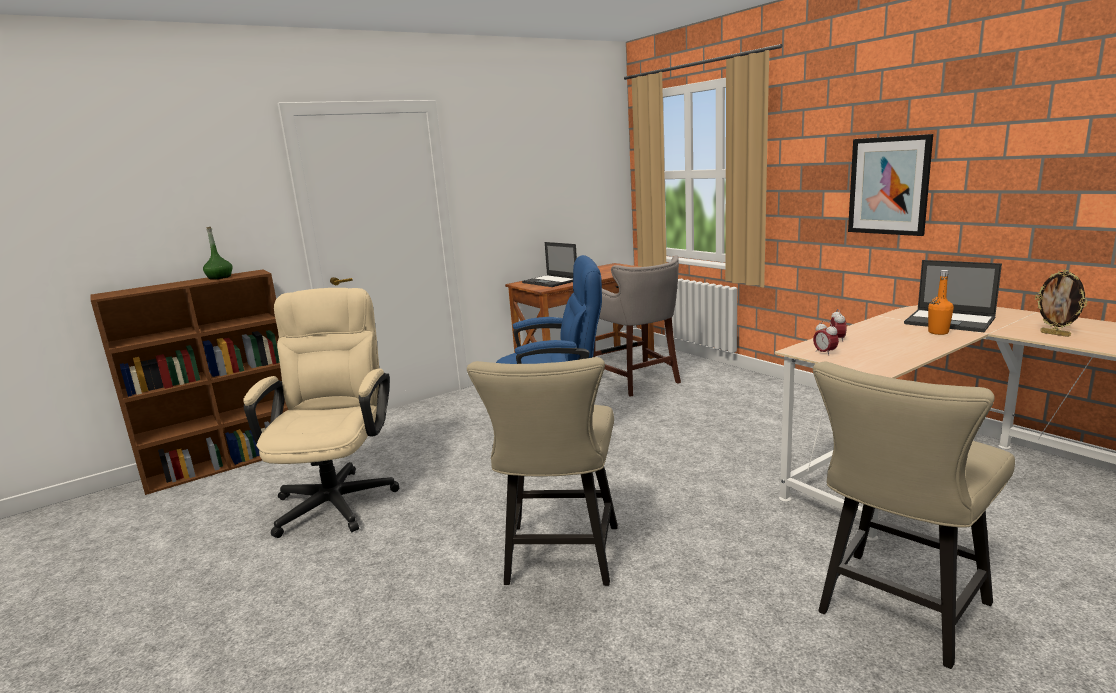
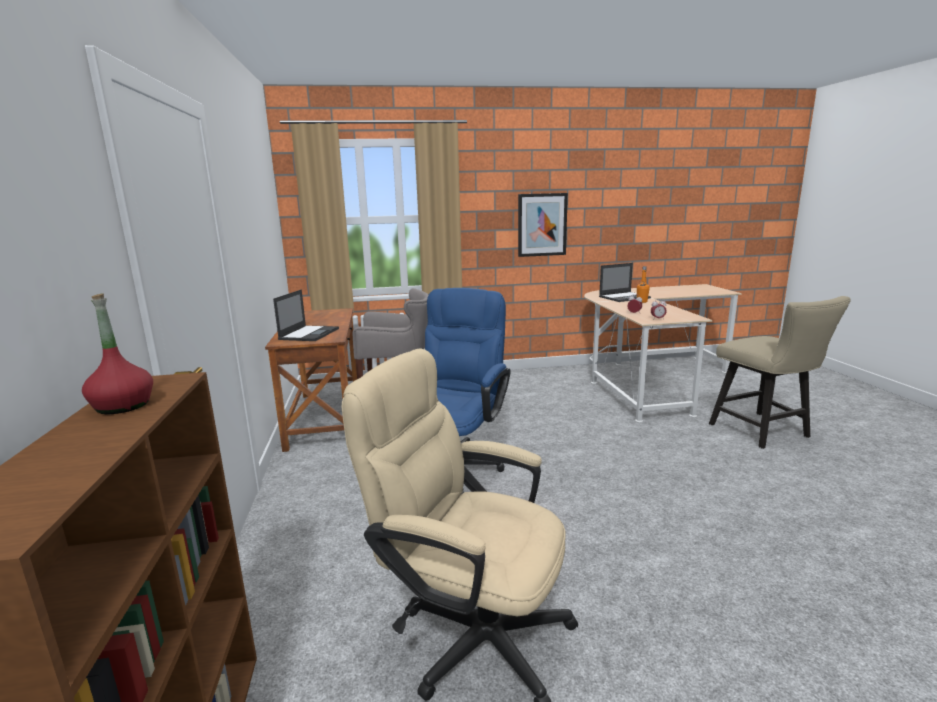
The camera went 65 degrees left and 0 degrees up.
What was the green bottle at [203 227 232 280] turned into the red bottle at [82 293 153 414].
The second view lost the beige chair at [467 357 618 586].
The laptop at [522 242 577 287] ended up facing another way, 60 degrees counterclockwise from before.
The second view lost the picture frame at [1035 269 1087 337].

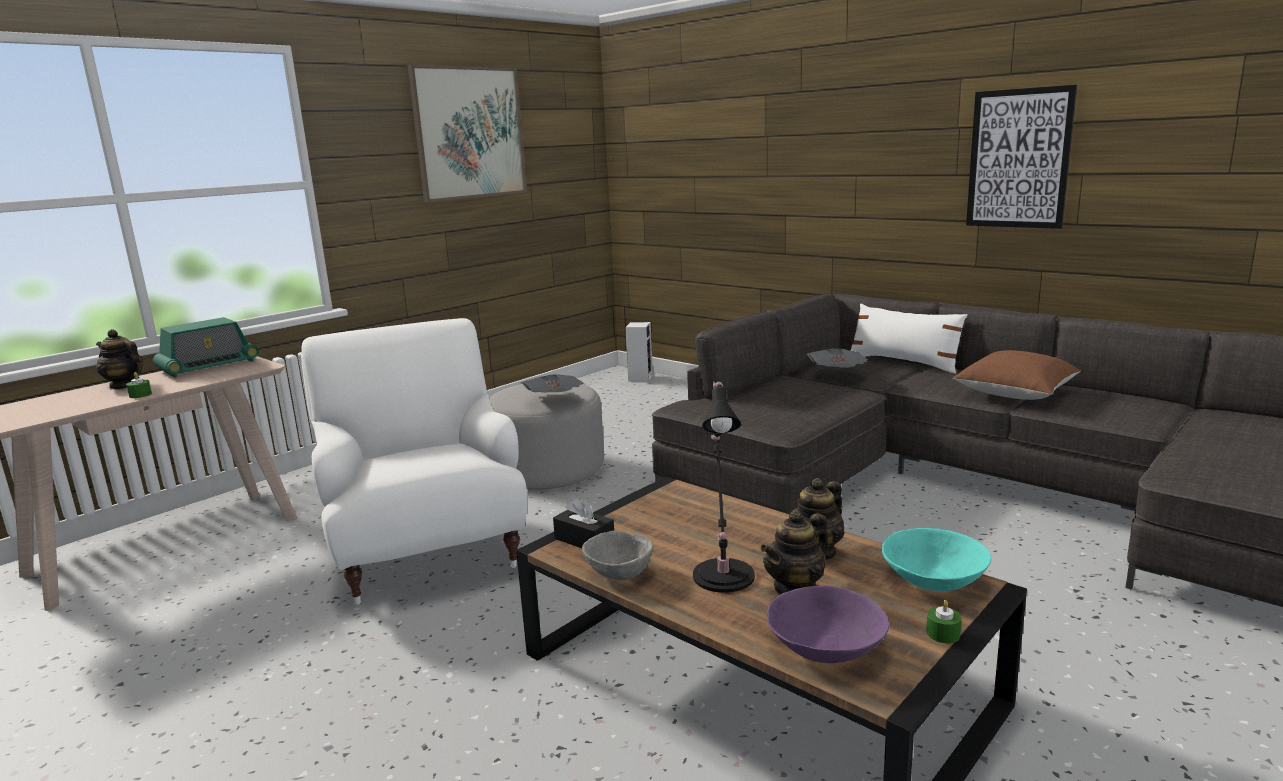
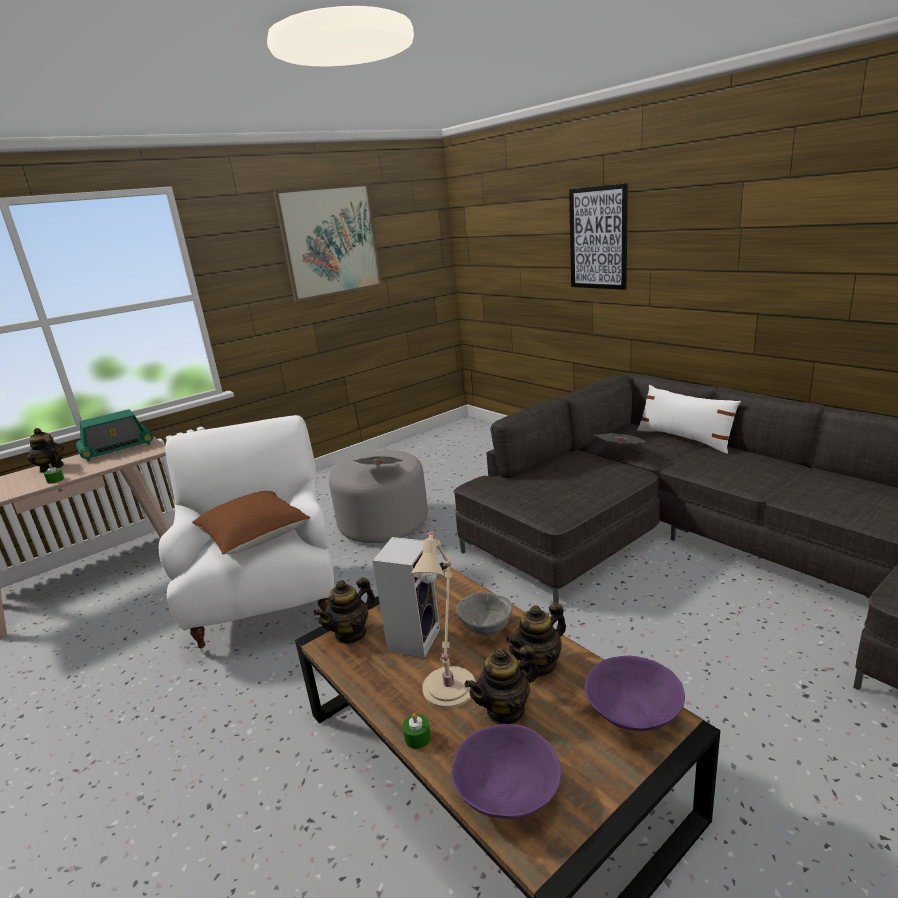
The camera went 10 degrees right and 5 degrees up.
Where the black tissue box stood at [553 497 614 548], the teapot came to stand at [313 577 376 645].
The grey bowl ended up elsewhere, having gone from [582 531 654 580] to [456 592 513 636].
The speaker ended up elsewhere, having gone from [625 322 653 382] to [372 537 440 658].
What was the black table lamp at [693 381 755 593] turned into the beige table lamp at [410 530 476 708].
What was the turquoise bowl at [882 528 991 591] turned into the purple bowl at [585 656 685 731].
The green candle ended up elsewhere, having gone from [926 600 962 643] to [403 713 431 749].
The brown pillow ended up elsewhere, having gone from [953 350 1081 400] to [192 491 311 555].
The picture ended up elsewhere, having gone from [966 85 1077 229] to [569 183 628 290].

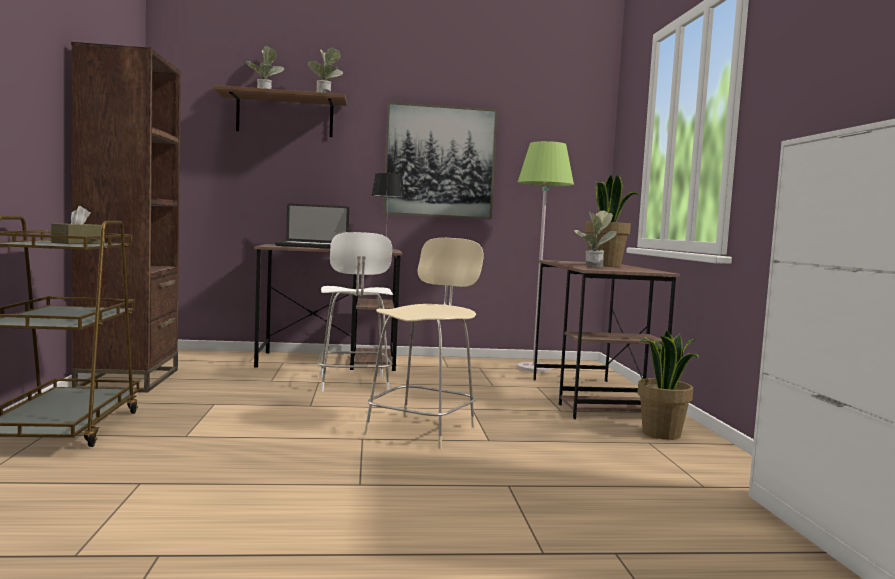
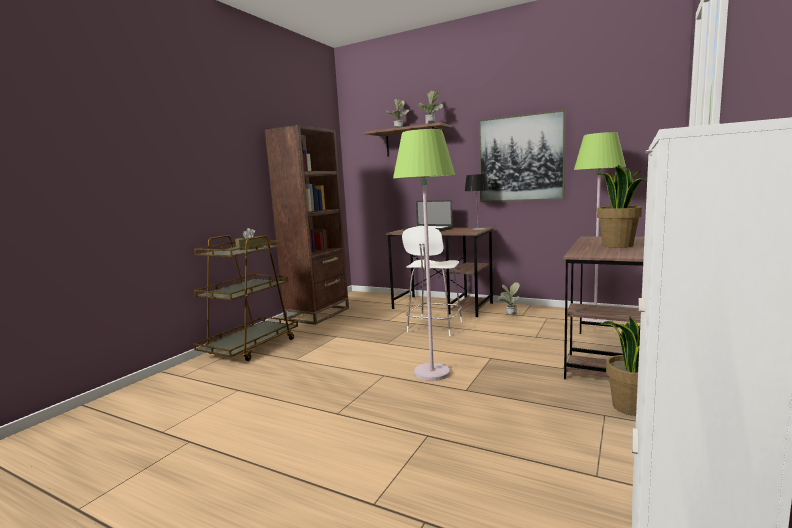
The camera went 35 degrees right and 5 degrees up.
Where the beige chair stood at [364 238 484 449], the green floor lamp came to stand at [393 129 455 381].
The potted plant ended up elsewhere, having gone from [574 210 617 268] to [498 283 520 315].

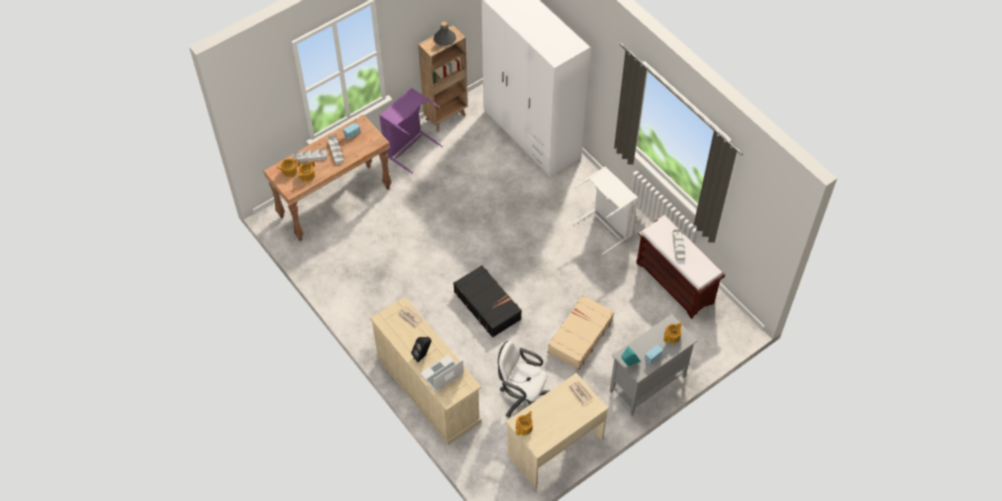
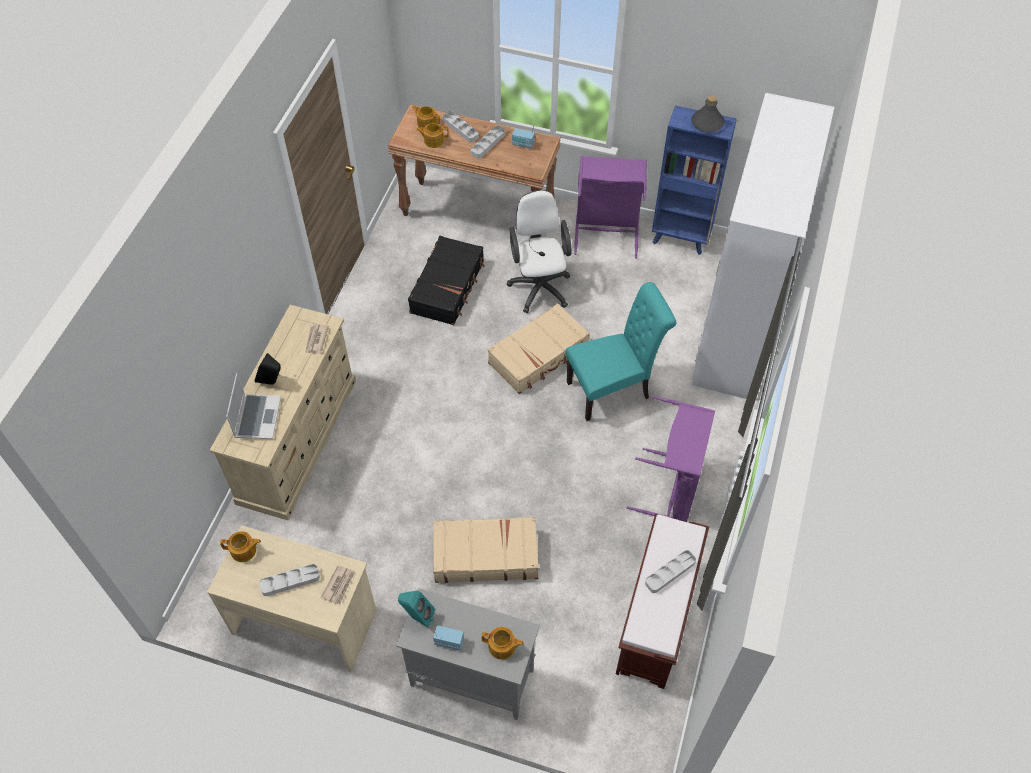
The camera went 55 degrees right and 0 degrees up.
What was the brown bookcase at [418 25 468 132] turned into the blue bookcase at [652 105 737 255].
The laptop at [420 354 464 392] ended up facing another way, 75 degrees clockwise from before.
The black suitcase ended up elsewhere, having gone from [453 265 522 338] to [408 236 485 325].
The white office chair ended up elsewhere, having gone from [498 341 549 418] to [507 190 571 313].
What was the white laundry basket at [572 166 638 255] turned into the purple laundry basket at [626 396 715 522].
The second view gained the grey tray at [259 564 320 596].
The second view gained the beige suitcase at [488 303 590 394].
The second view gained the turquoise chair at [566 282 676 421].

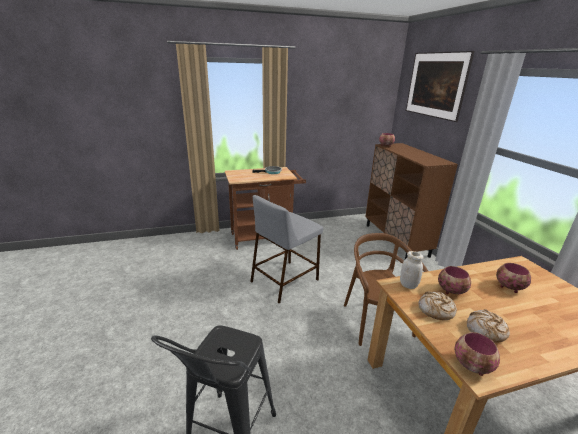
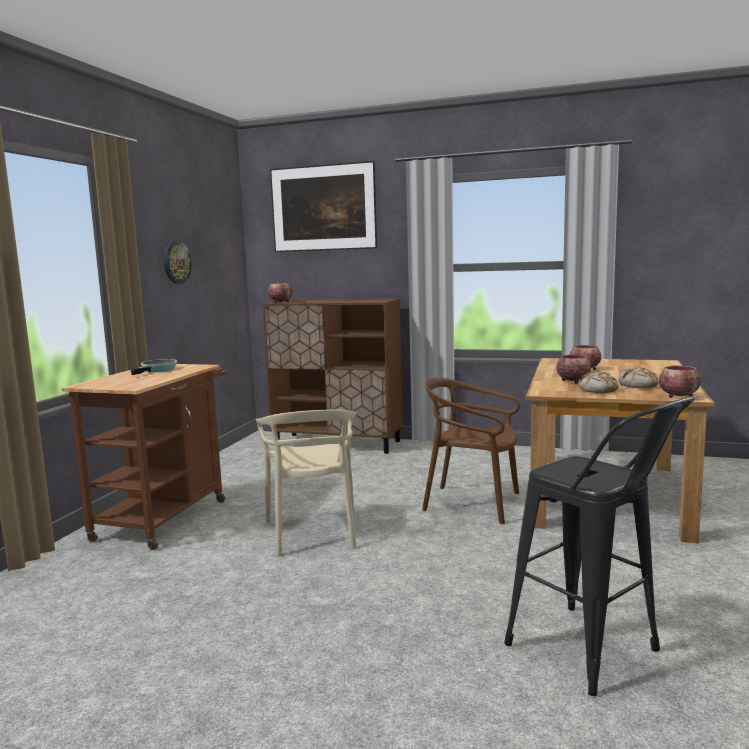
The camera went 55 degrees left and 15 degrees down.
Where the grey stool stood at [250 195 323 303], the beige chair came to stand at [256 409 357 556].
The second view lost the white jar at [400 251 423 289].
The second view gained the wall clock at [164 241 192 284].

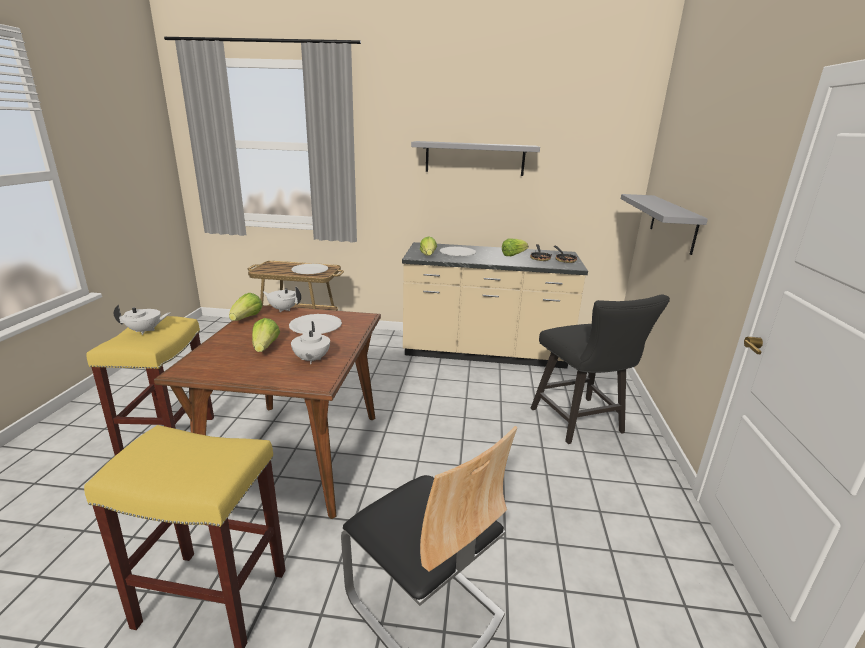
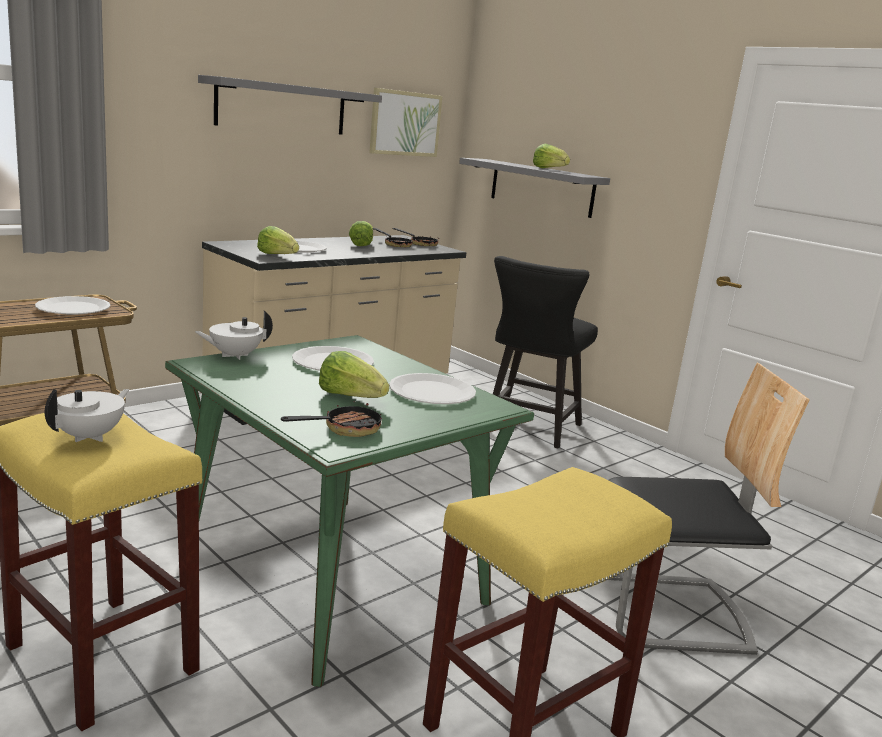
The camera went 50 degrees left and 5 degrees down.
What was the brown dining table at [154 305 381 519] turned into the green dining table at [165 335 534 687].
The lettuce ended up elsewhere, having gone from [229 293 263 321] to [533 143 570 169].
Where the white teapot stood at [291 321 330 364], the white plate came to stand at [389 373 476 404].
The black chair at [531 294 670 444] ended up facing another way, 90 degrees clockwise from before.
The second view gained the frying pan at [281 401 382 437].
The second view gained the picture at [369 88 443 157].

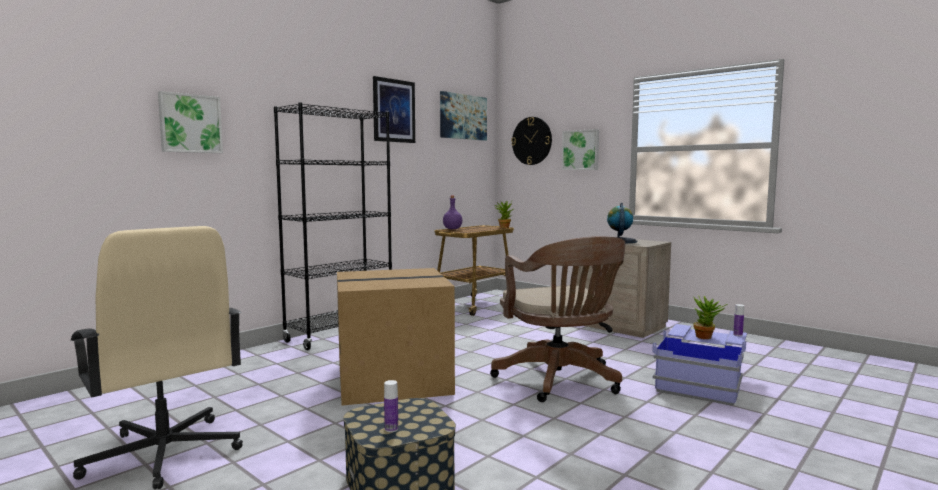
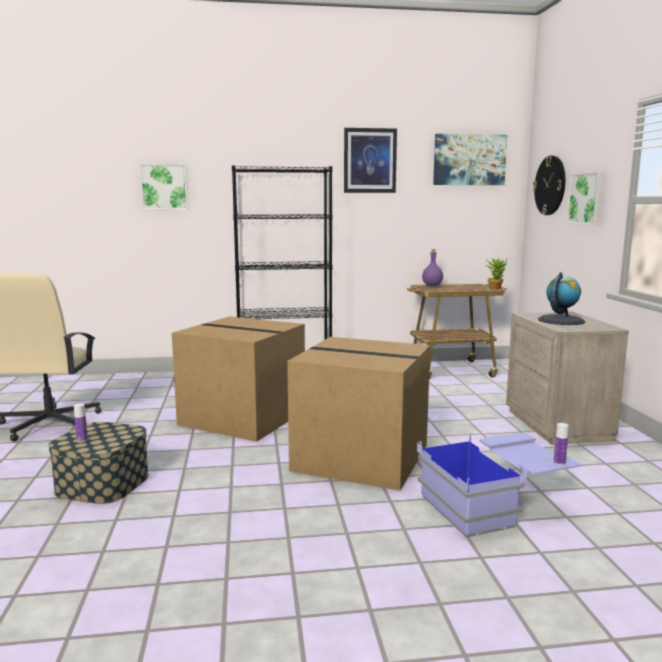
The camera went 40 degrees right and 5 degrees up.
Where the brown office chair stood at [490 236 625 402], the cardboard box came to stand at [287 337 430 491].
The second view lost the potted plant at [693 296 728 339].

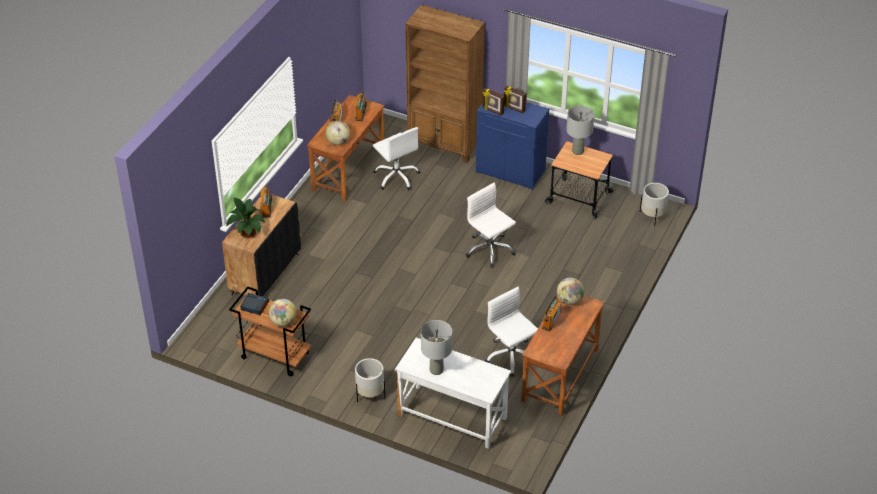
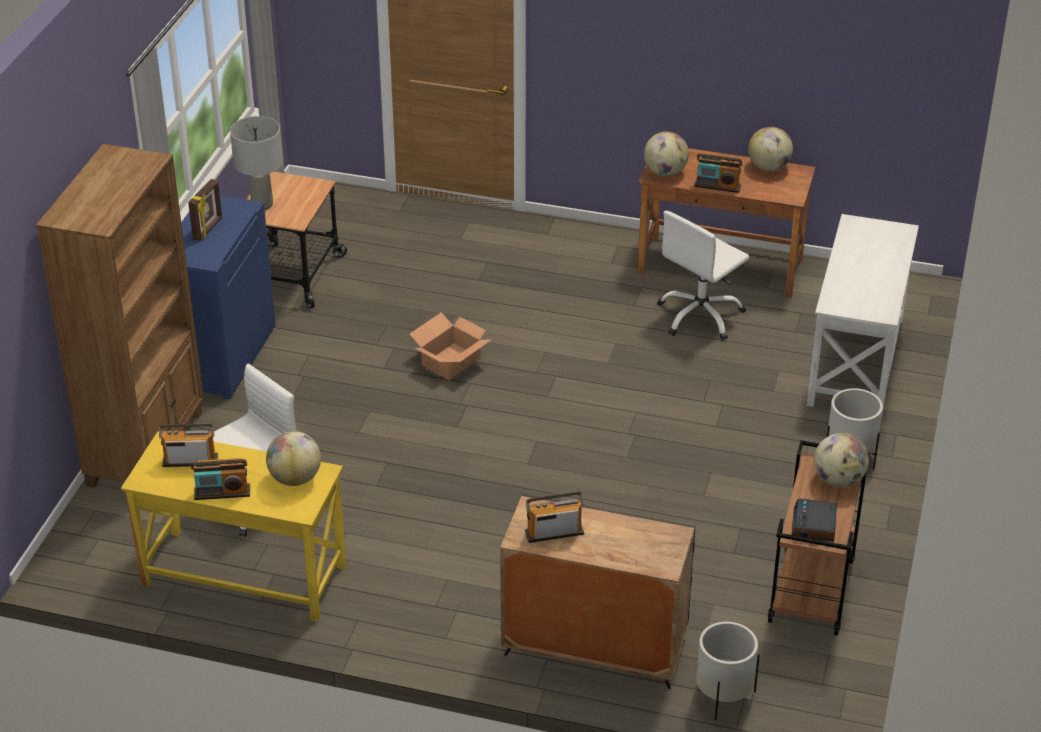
The camera went 100 degrees left and 5 degrees down.
The second view lost the potted plant at [226 198 265 238].
What was the brown desk at [307 95 385 202] turned into the yellow desk at [121 431 346 622].
The second view lost the grey table lamp at [421 320 452 375].
Where the white office chair stood at [466 183 516 268], the cardboard box came to stand at [410 312 492 380].
The second view lost the picture frame at [482 88 504 116].
The white planter ended up elsewhere, having gone from [640 183 669 226] to [696 622 760 720].
The second view gained the globe at [748 127 793 171].

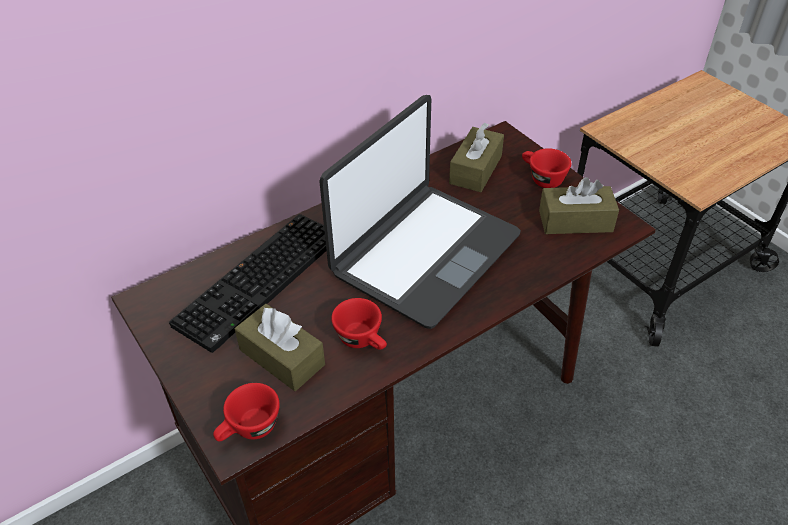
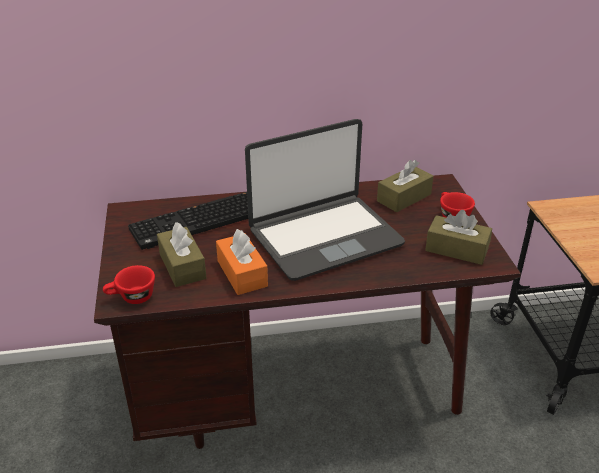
The camera went 25 degrees right and 10 degrees down.
Where the red cup stood at [331 298 387 350], the orange tissue box came to stand at [216 229 268 295].

